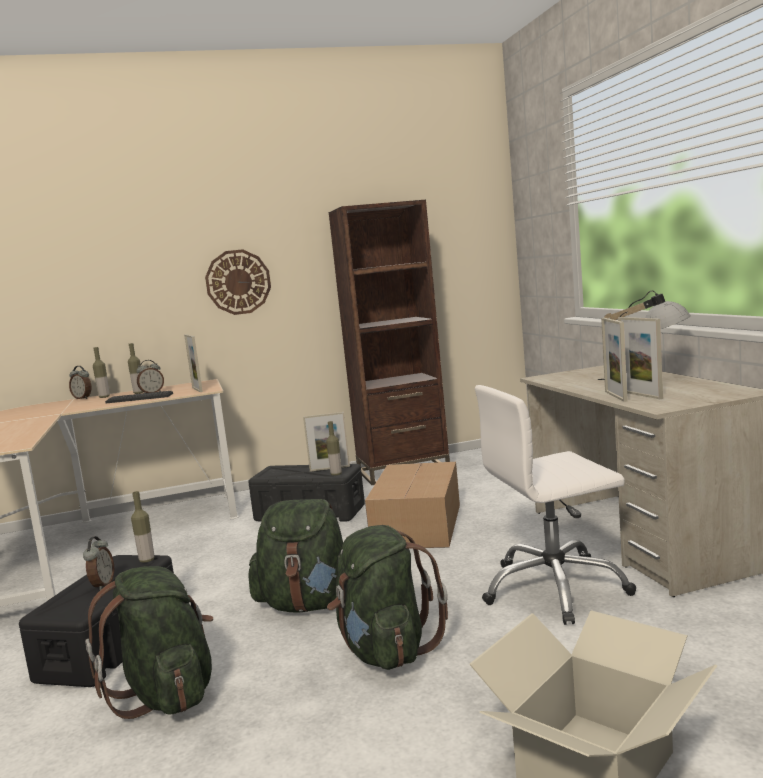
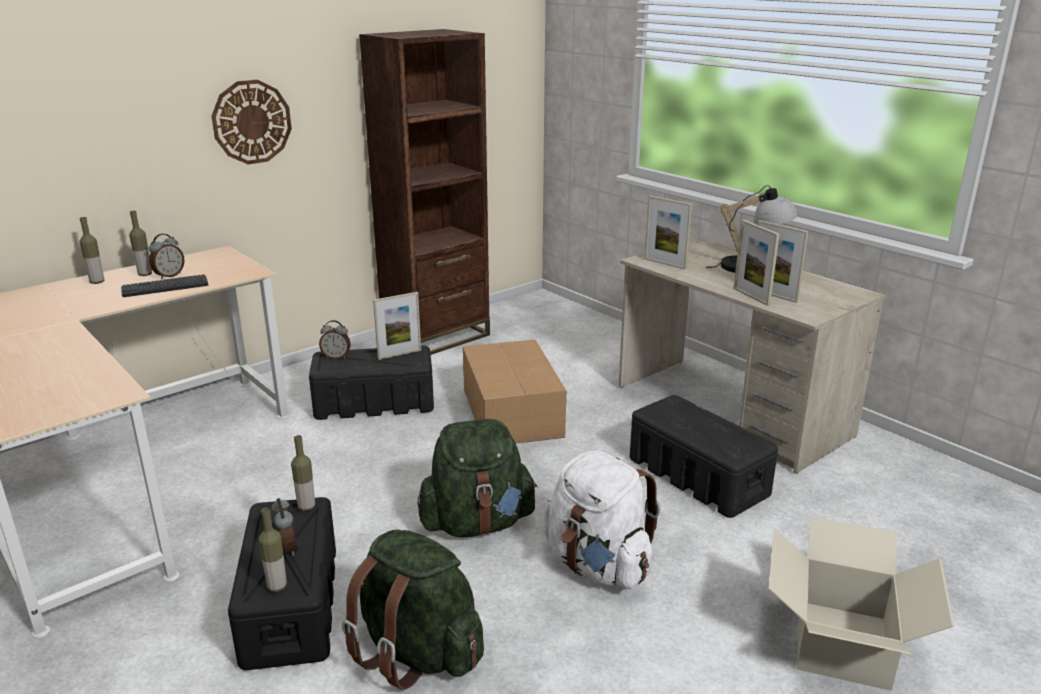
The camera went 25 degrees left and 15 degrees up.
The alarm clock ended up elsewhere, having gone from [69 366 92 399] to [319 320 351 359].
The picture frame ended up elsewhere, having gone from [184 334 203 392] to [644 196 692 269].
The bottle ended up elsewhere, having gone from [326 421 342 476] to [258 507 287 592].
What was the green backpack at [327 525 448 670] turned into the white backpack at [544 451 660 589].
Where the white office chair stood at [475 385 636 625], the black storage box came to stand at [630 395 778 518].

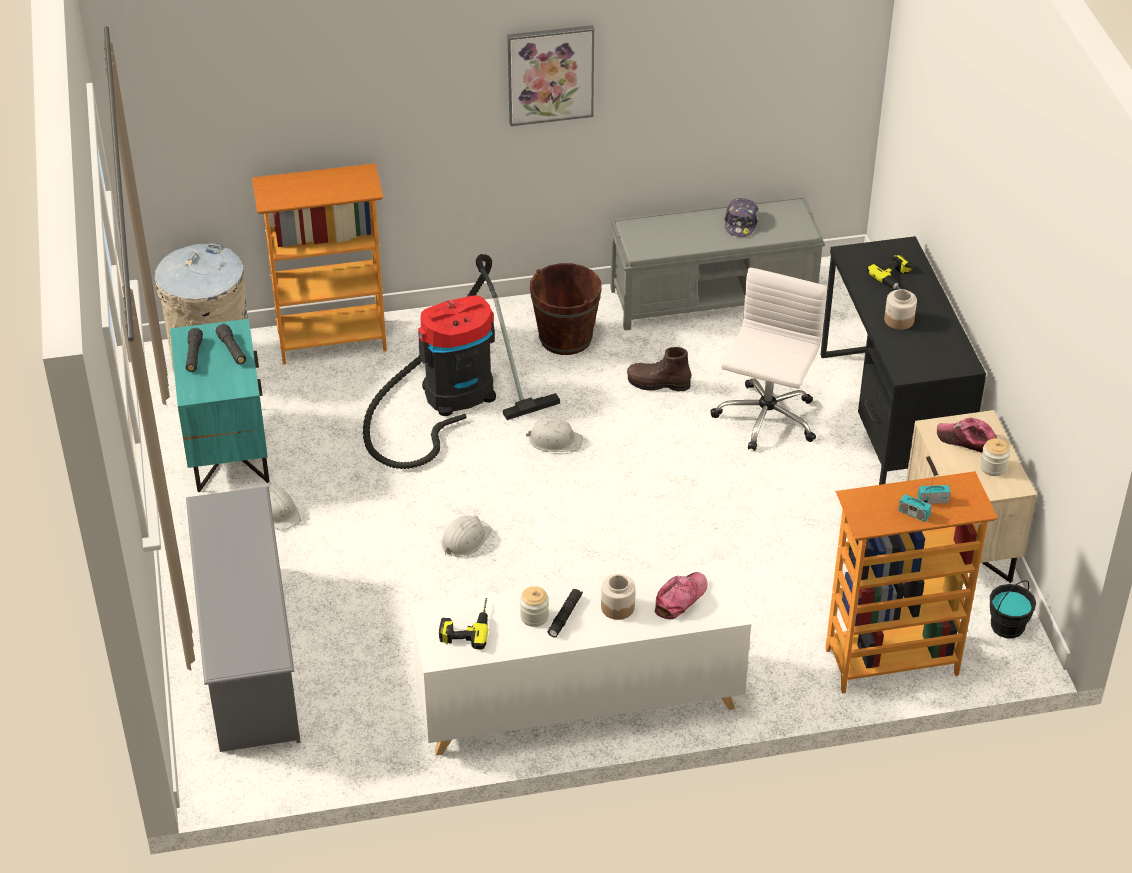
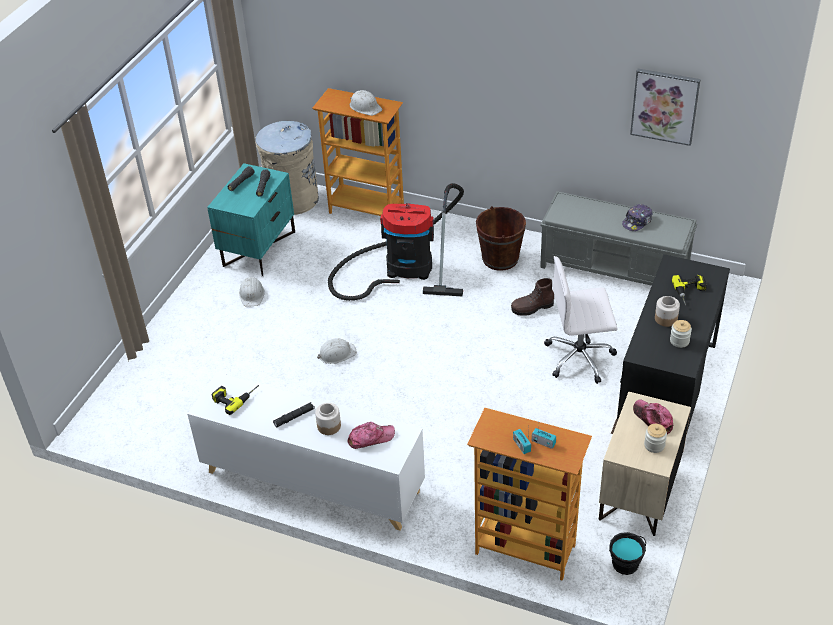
The camera went 35 degrees right and 0 degrees up.
The second view lost the grey shoe rack at [186 486 301 752].
The picture ended up elsewhere, having gone from [507 25 594 126] to [630 69 701 146].
The jar ended up elsewhere, having gone from [520 586 549 627] to [670 320 692 348].
The white hard hat ended up elsewhere, having gone from [526 418 583 452] to [350 90 382 116].
The brown boot at [627 347 691 391] ended up facing another way, 60 degrees counterclockwise from before.
The white office chair at [711 268 827 451] ended up facing another way, 150 degrees counterclockwise from before.

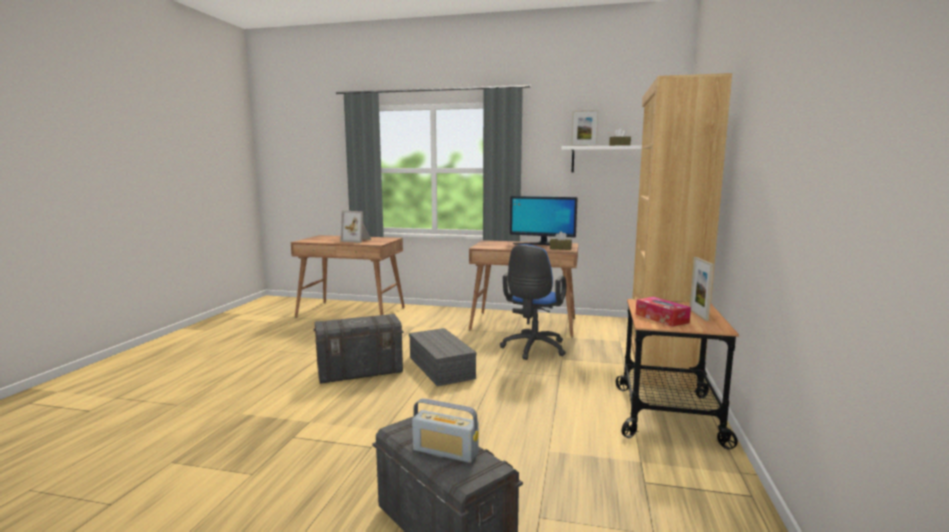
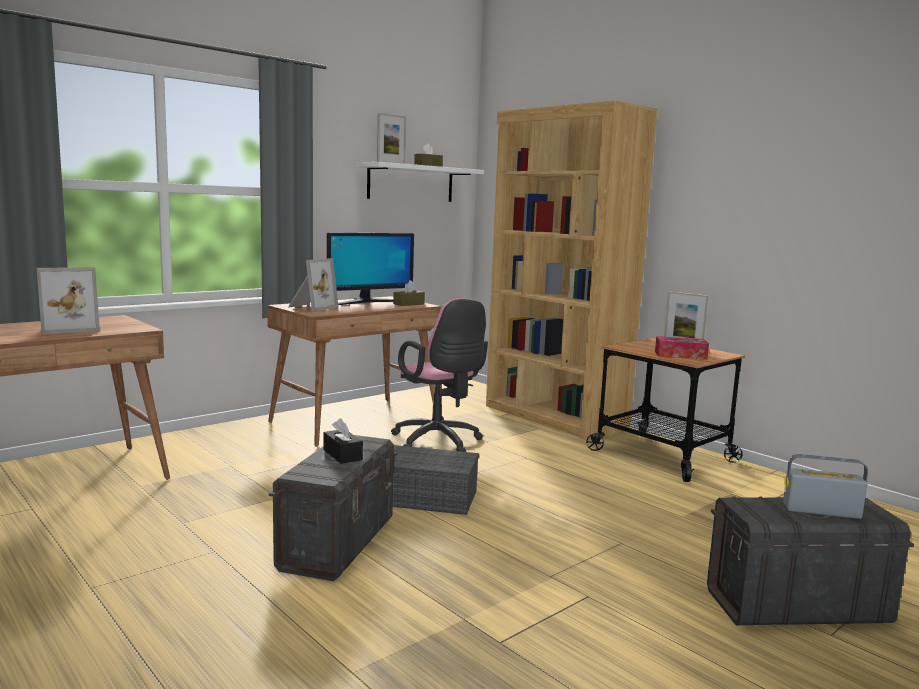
The camera went 55 degrees left and 0 degrees up.
The radio at [412 398 479 463] ended up facing another way, 135 degrees counterclockwise from before.
What was the blue office chair at [500 244 566 360] turned into the pink office chair at [391 298 488 452].
The second view gained the picture frame at [288 258 339 312].
The second view gained the black tissue box at [323 418 363 464].

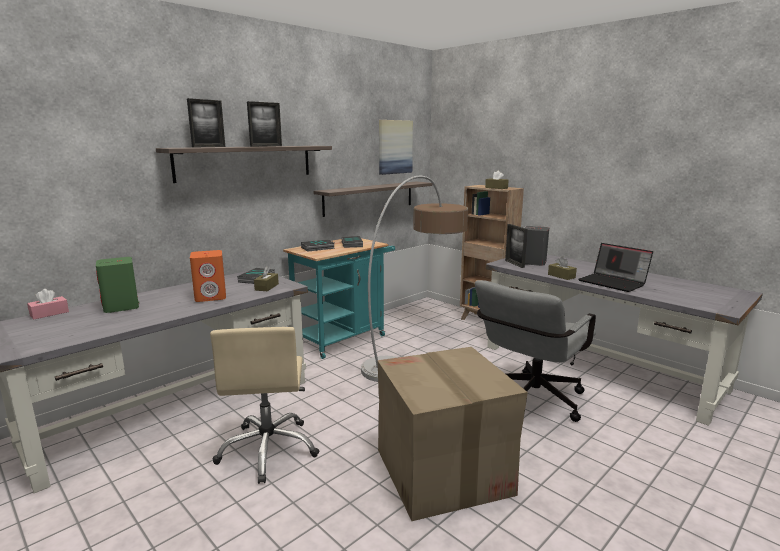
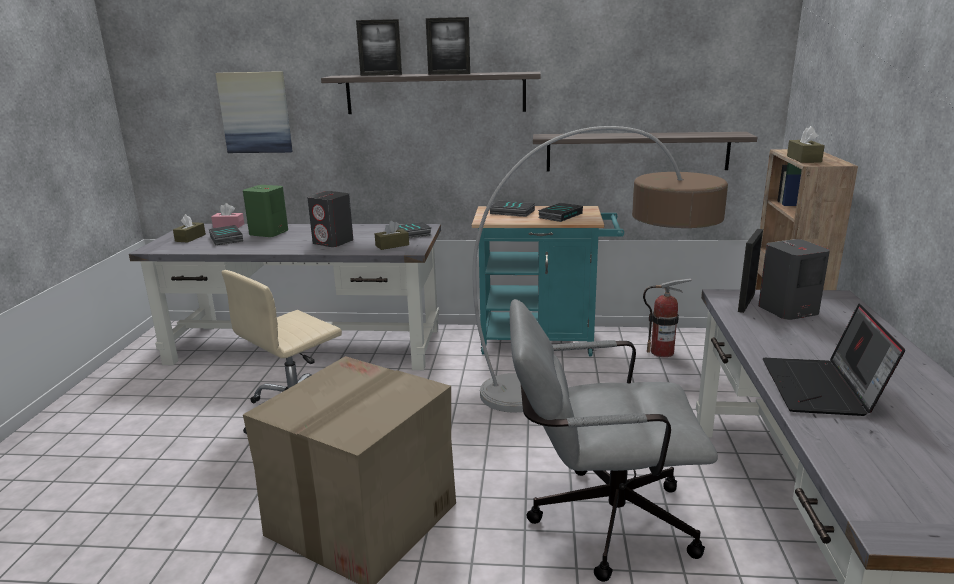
The camera went 50 degrees right and 5 degrees up.
What was the orange speaker at [190 250 226 302] turned into the grey speaker at [307 191 353 247].
The picture ended up elsewhere, having gone from [379 120 413 175] to [215 71 293 153].
The brown tissue box ended up elsewhere, having gone from [548 257 577 280] to [173 214 206 243].
The second view gained the book at [209 225 243 245].
The second view gained the fire extinguisher at [643 278 692 357].

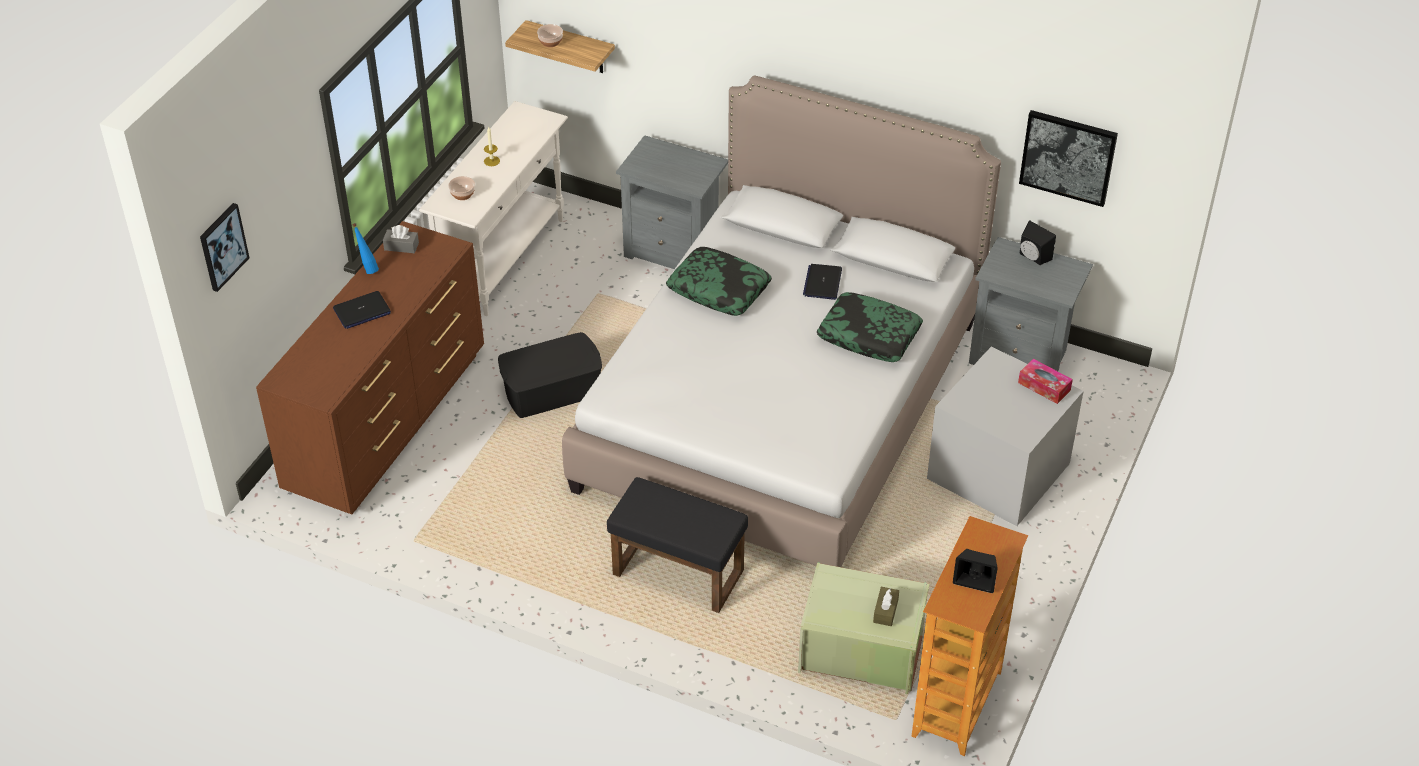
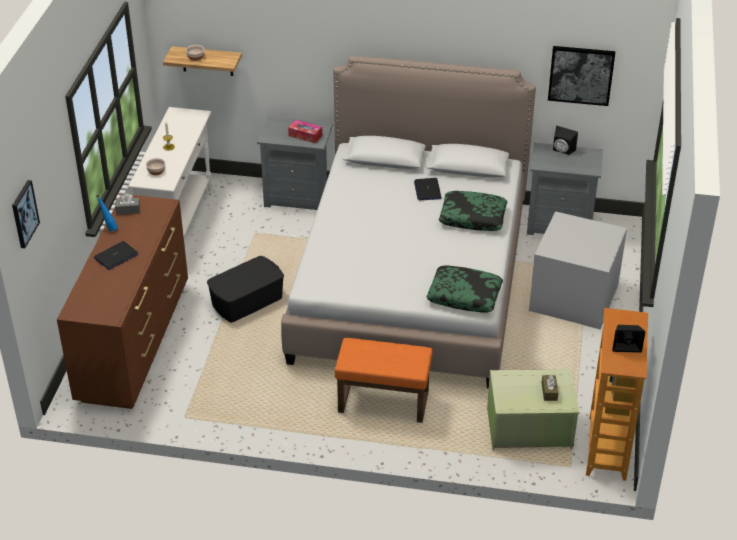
The camera went 15 degrees left and 5 degrees down.
What was the black ottoman at [607 477 748 613] turned into the orange ottoman at [335 338 433 423].
The pillow ended up elsewhere, having gone from [666 247 772 316] to [427 265 503 313].
The tissue box ended up elsewhere, having gone from [1018 359 1073 404] to [288 120 322 143].

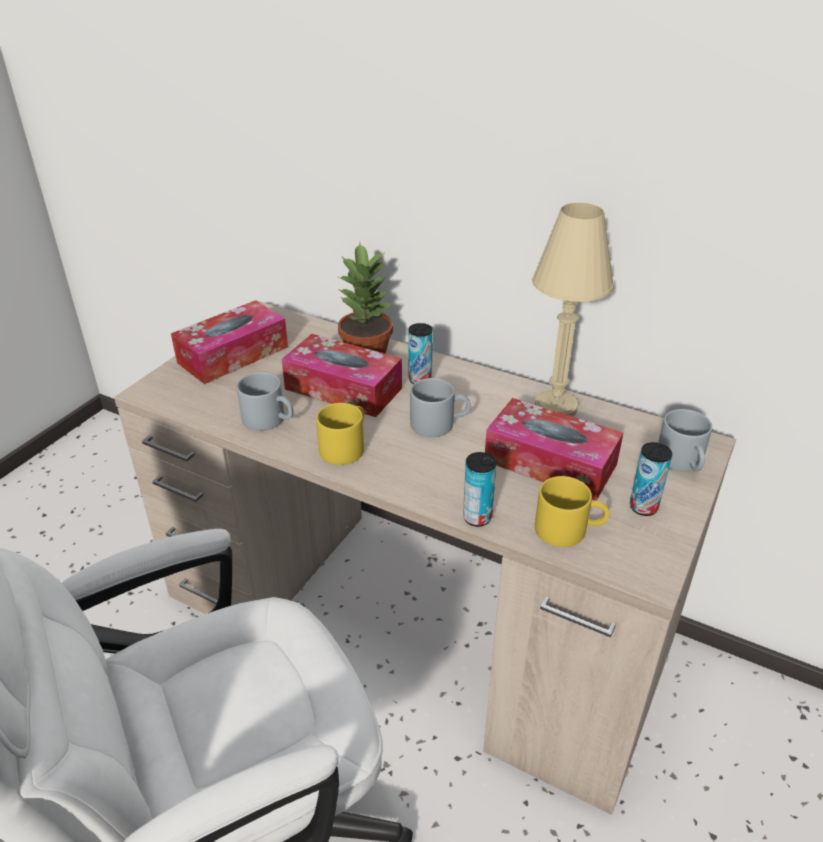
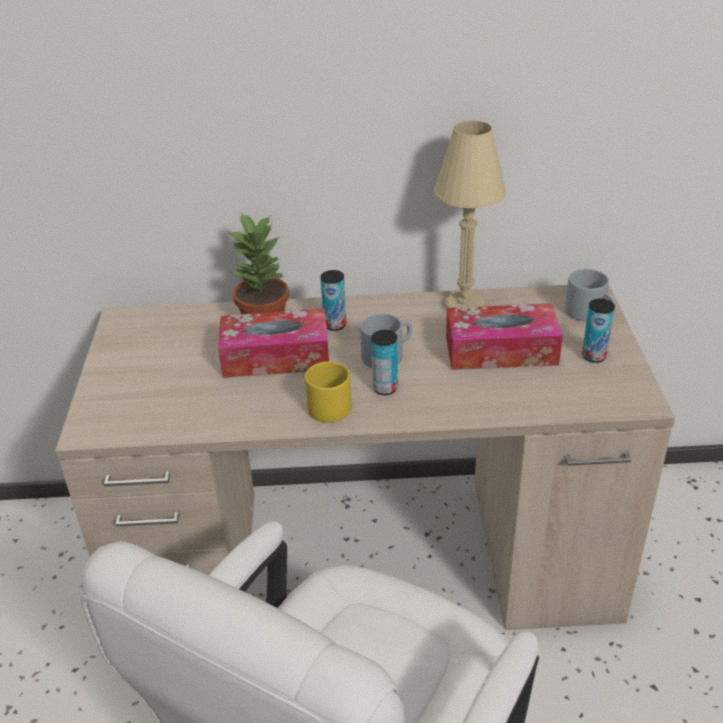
The camera went 30 degrees left and 0 degrees up.
The second view lost the tissue box at [171 300 288 384].
The second view lost the grey mug at [237 372 293 431].
The can ended up elsewhere, having gone from [463 452 496 527] to [371 330 398 395].
The second view lost the yellow mug at [535 476 610 547].

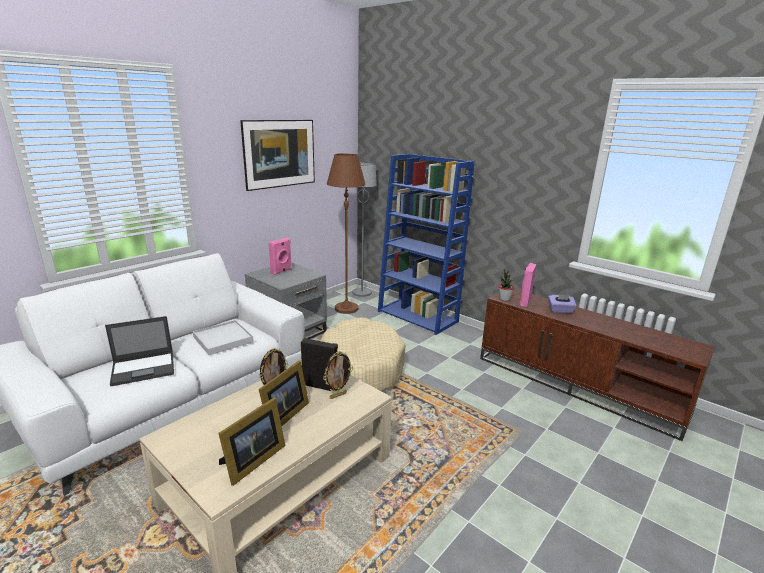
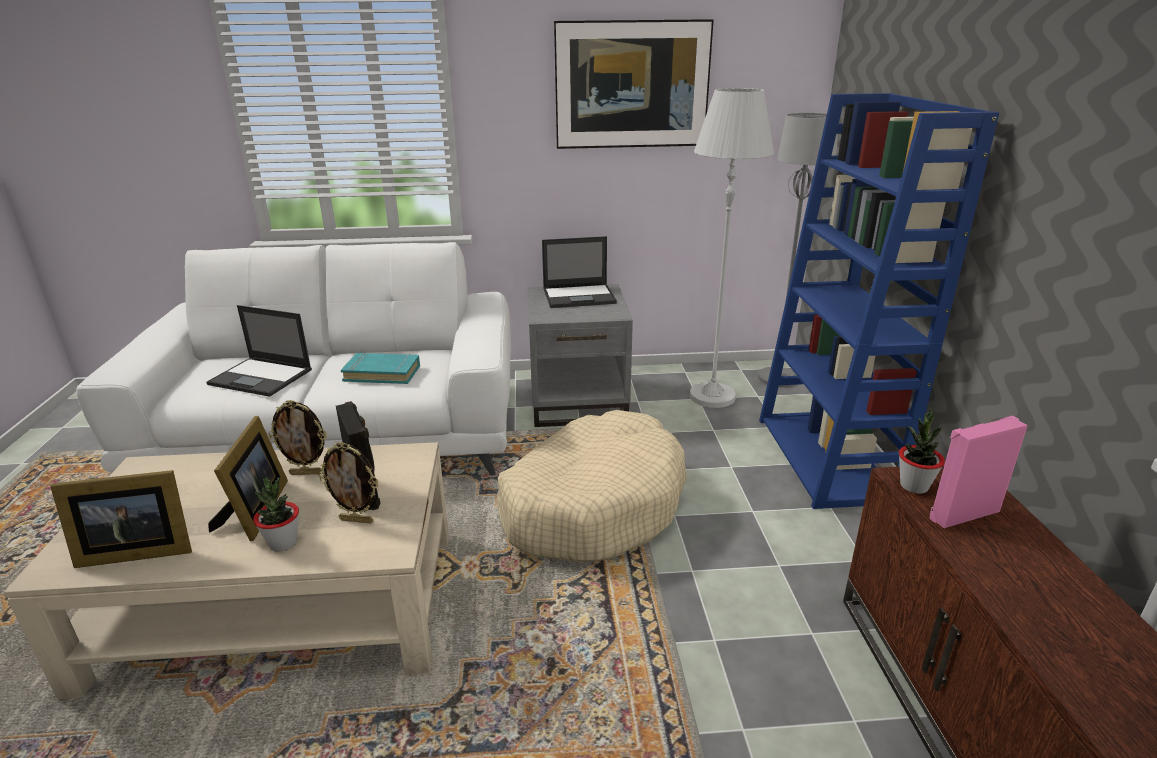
The camera went 45 degrees right and 5 degrees up.
Where the white tray stood at [193 320 254 355], the turquoise book came to stand at [341 352 420 384].
The picture frame at [259 360 309 426] ended up facing another way, 75 degrees counterclockwise from before.
Where the pink speaker stood at [269 238 292 275], the laptop came to stand at [542 236 617 308].
What was the brown floor lamp at [327 153 366 314] turned into the white floor lamp at [689 88 774 408].
The second view lost the purple tissue box at [548 294 576 313].
The second view gained the potted plant at [253 477 299 552].

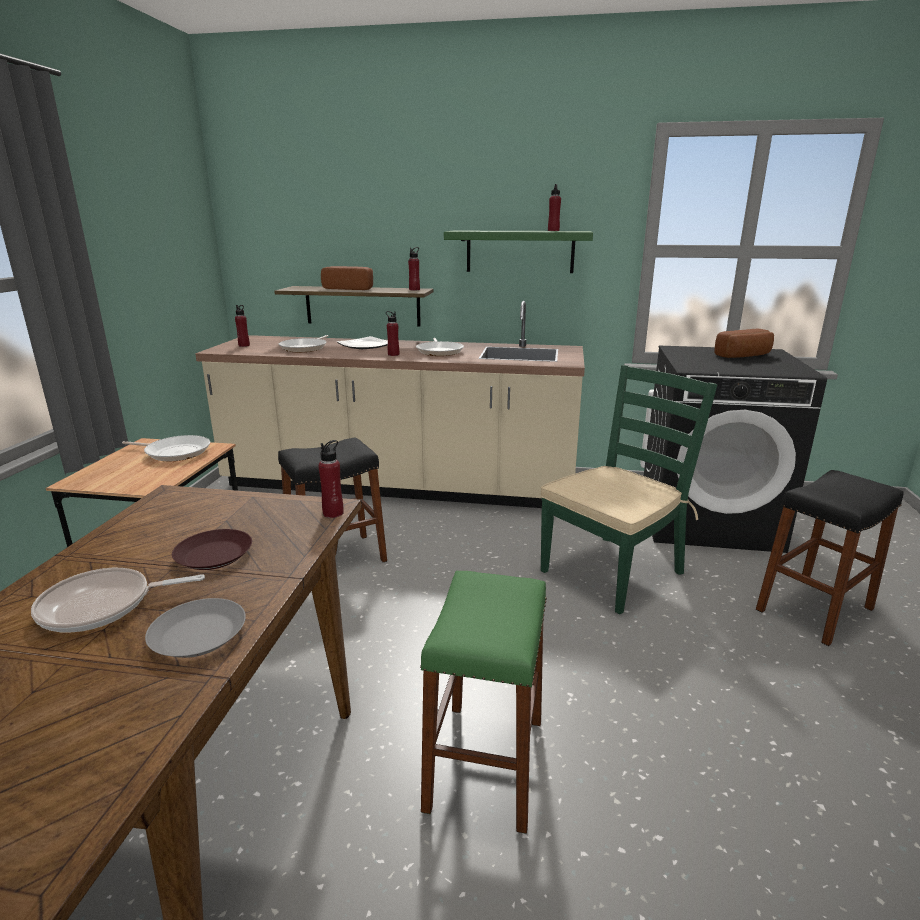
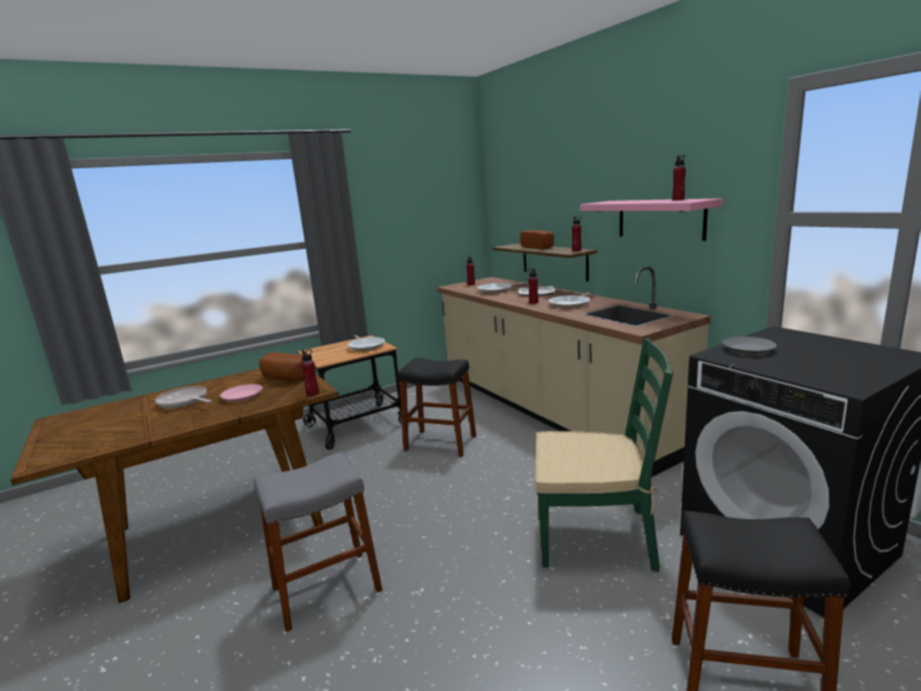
The camera went 50 degrees right and 5 degrees down.
The grey plate ended up elsewhere, having gone from [145 598 246 658] to [723 337 777 355].
What was the brown plate at [172 529 252 570] turned into the pink plate at [220 384 262 402].
What was the green stool at [420 571 547 834] turned into the grey stool at [254 452 382 632].
What was the green shelf at [444 231 593 273] turned into the pink shelf at [580 198 723 241].
The bread ended up elsewhere, having gone from [714 329 774 358] to [259 352 304 381].

